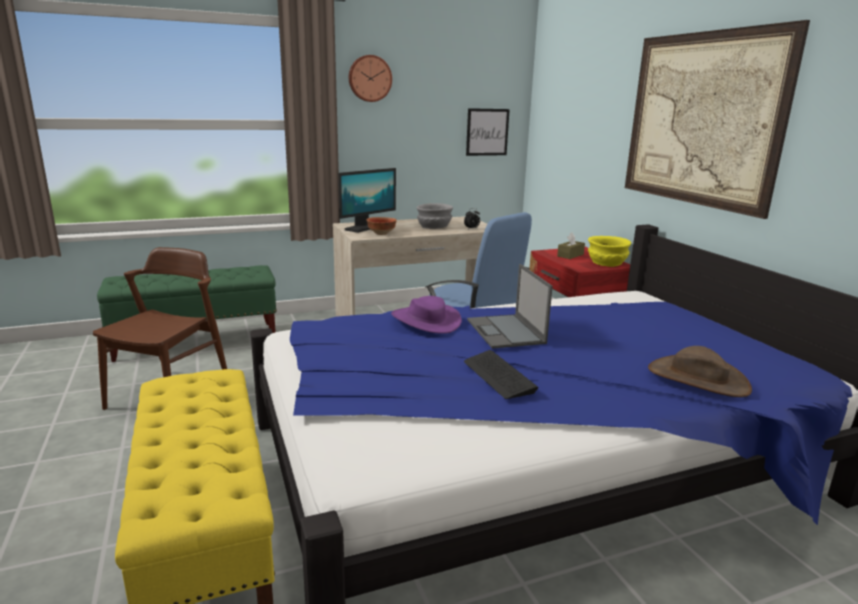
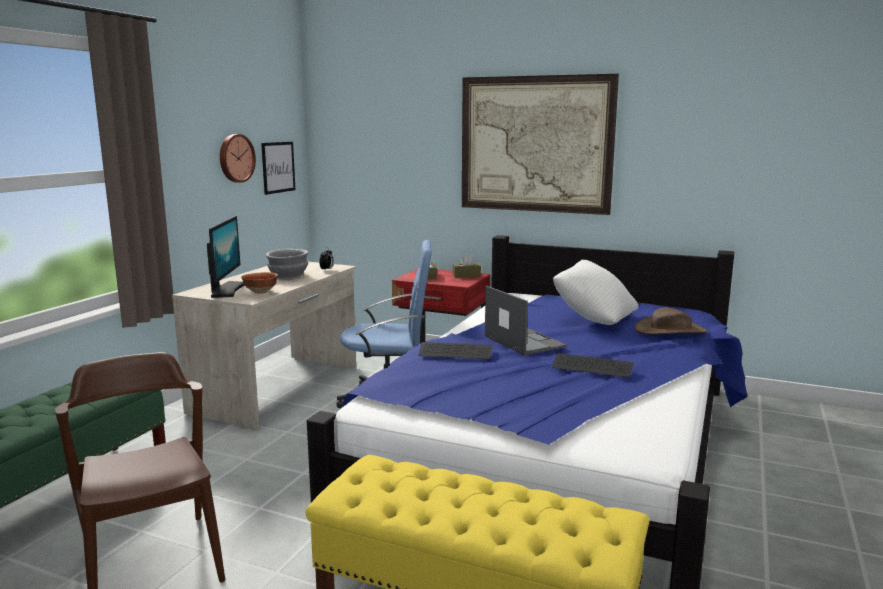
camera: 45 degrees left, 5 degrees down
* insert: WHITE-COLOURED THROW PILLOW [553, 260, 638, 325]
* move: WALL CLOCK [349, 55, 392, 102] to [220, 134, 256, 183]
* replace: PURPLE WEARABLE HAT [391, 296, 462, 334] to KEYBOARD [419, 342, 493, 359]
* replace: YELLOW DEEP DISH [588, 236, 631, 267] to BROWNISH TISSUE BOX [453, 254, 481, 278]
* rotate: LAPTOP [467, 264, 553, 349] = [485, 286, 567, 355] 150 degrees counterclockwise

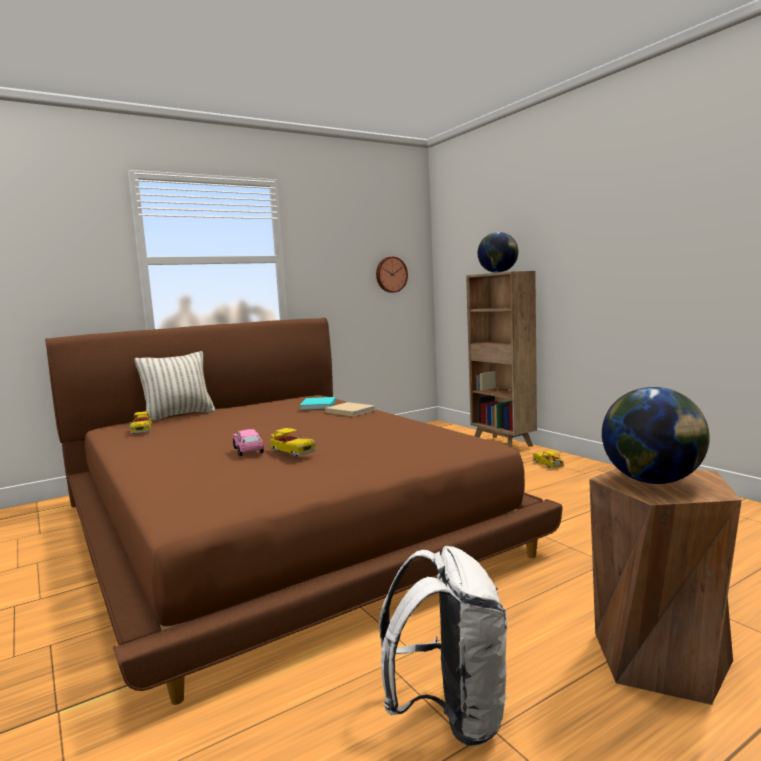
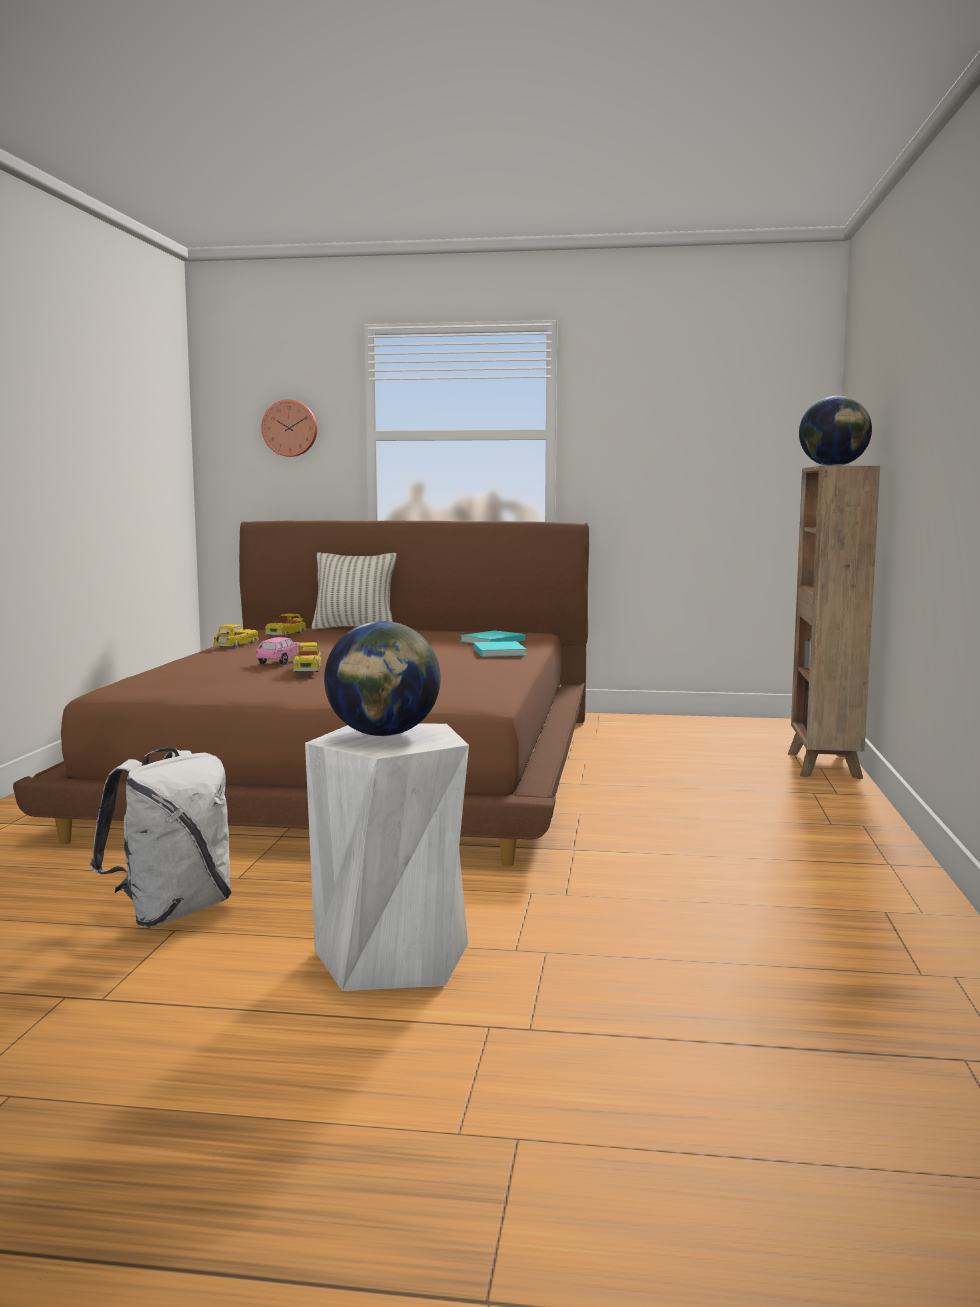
camera: 40 degrees right, 0 degrees up
* move: WALL CLOCK [376, 256, 408, 293] to [261, 400, 317, 457]
* move: MINIATURE CAR [533, 450, 564, 468] to [213, 624, 259, 647]
* recolor: BEIGE VOLUME [325, 402, 375, 417] to BLUE-GREEN VOLUME [474, 641, 527, 657]
* recolor: BROWNISH STOOL SEAT [589, 468, 742, 705] to WHITE-COLOURED STOOL SEAT [305, 723, 469, 991]

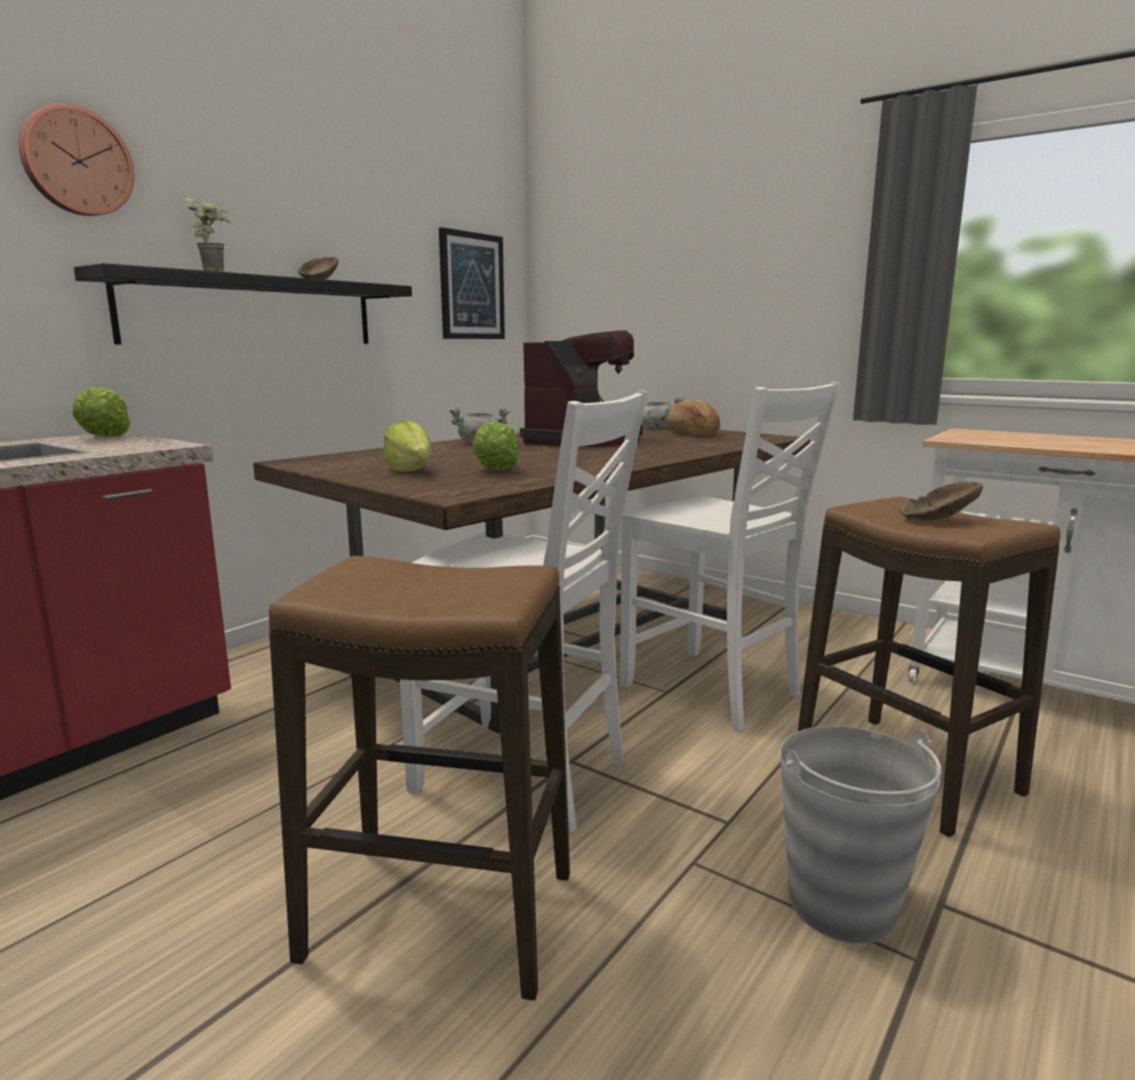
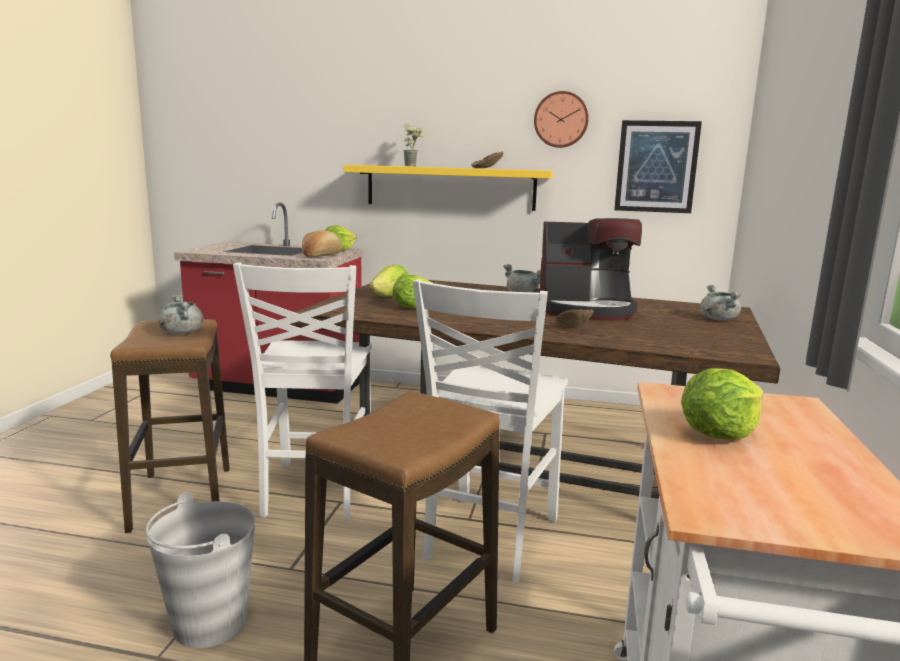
camera: 65 degrees right, 0 degrees up
* insert: GRAY COOKING POT [158, 294, 204, 334]
* insert: LETTUCE [681, 368, 763, 440]
* move: WALL CLOCK [19, 104, 134, 216] to [534, 91, 589, 148]
* move: BAKERY BREAD [667, 400, 720, 436] to [302, 230, 342, 258]
* move: BROWNISH DEEP DISH [900, 482, 983, 520] to [555, 309, 594, 327]
* recolor: BLACK-COLOURED BRACKET SHELF [74, 263, 412, 344] to YELLOW BRACKET SHELF [344, 165, 553, 211]

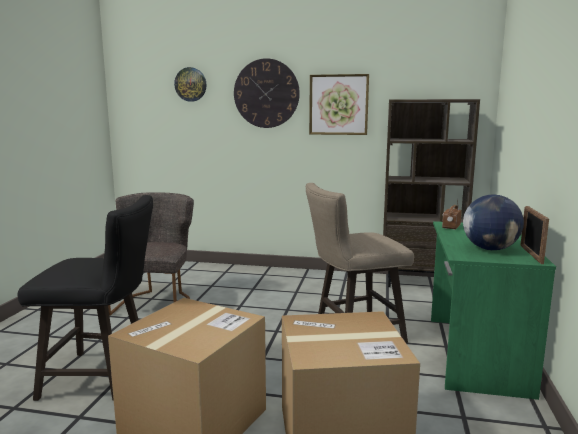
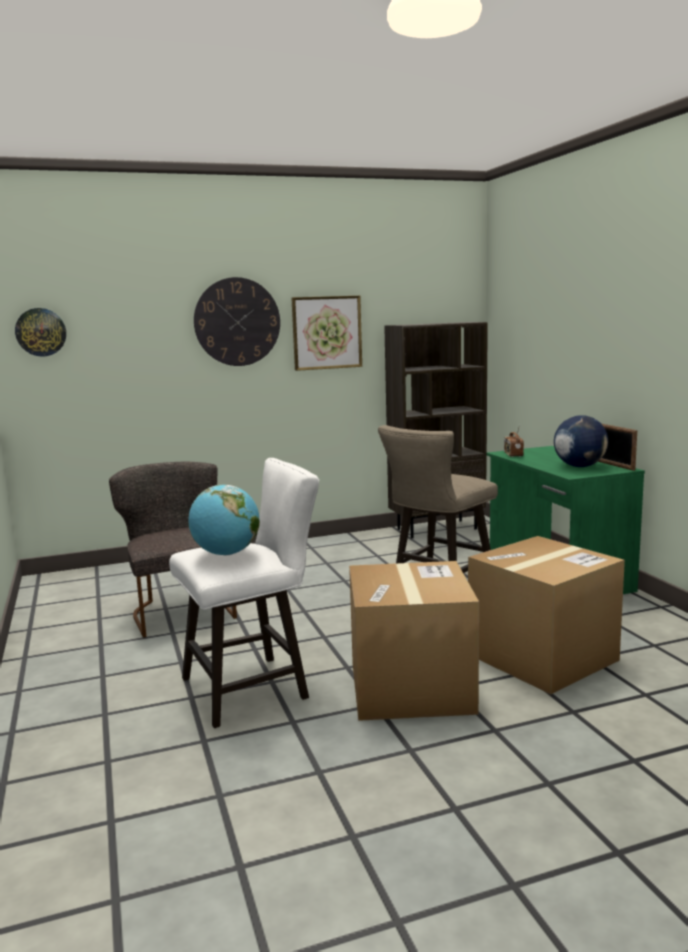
camera: 30 degrees left, 0 degrees up
* insert: GLOBE [188, 485, 260, 556]
* move: WALL CLOCK [174, 67, 207, 102] to [15, 308, 66, 357]
* recolor: BLACK-COLOURED STOOL SEAT [18, 195, 153, 401] to WHITE-COLOURED STOOL SEAT [169, 458, 319, 728]

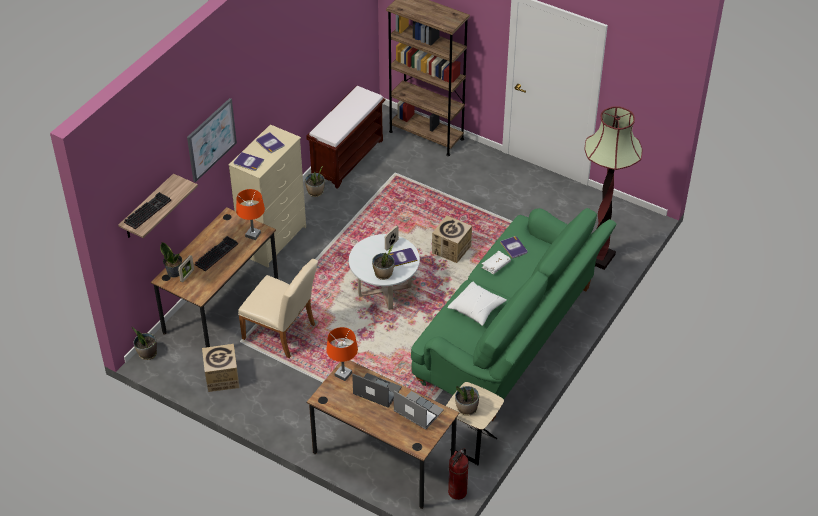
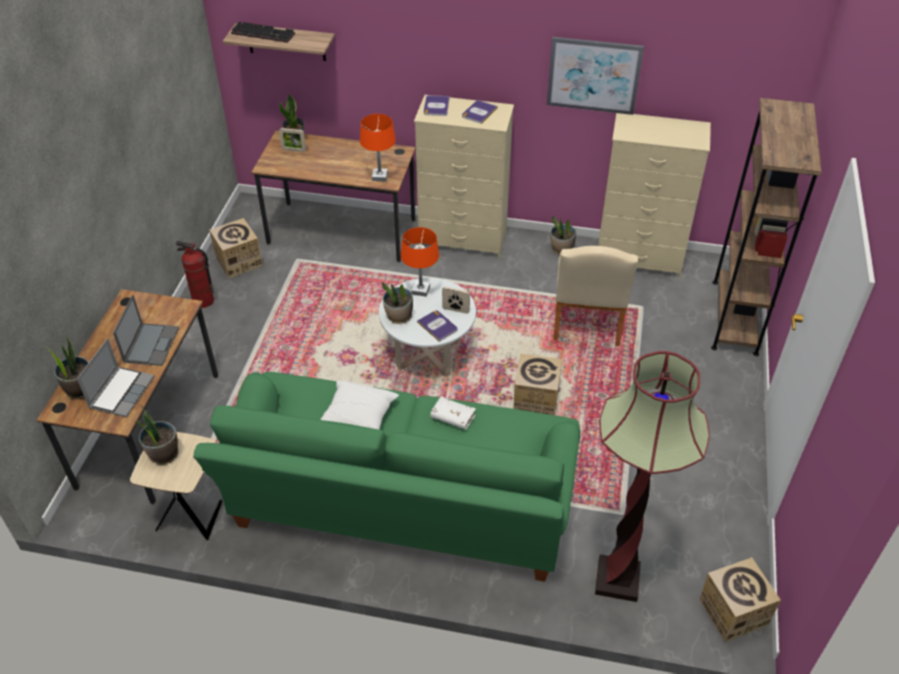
camera: 70 degrees right, 0 degrees up
* delete: KEYBOARD [195, 236, 238, 271]
* delete: VOLUME [500, 236, 528, 259]
* insert: PACKING BOX [700, 557, 781, 642]
* move: HOUSEPLANT [132, 327, 157, 360] to [46, 336, 89, 399]
* move: WALL PICTURE [187, 98, 237, 182] to [547, 37, 644, 115]
* move: BEIGE UPRIGHT CHAIR [238, 259, 318, 358] to [553, 246, 638, 346]
* move: ORANGE TABLE LAMP [326, 327, 358, 381] to [401, 227, 439, 297]
* move: EXTINGUISHER [448, 448, 469, 500] to [176, 241, 214, 308]
* replace: BROWNISH BENCH [306, 86, 385, 189] to BEIGE DRESSER [598, 113, 711, 278]

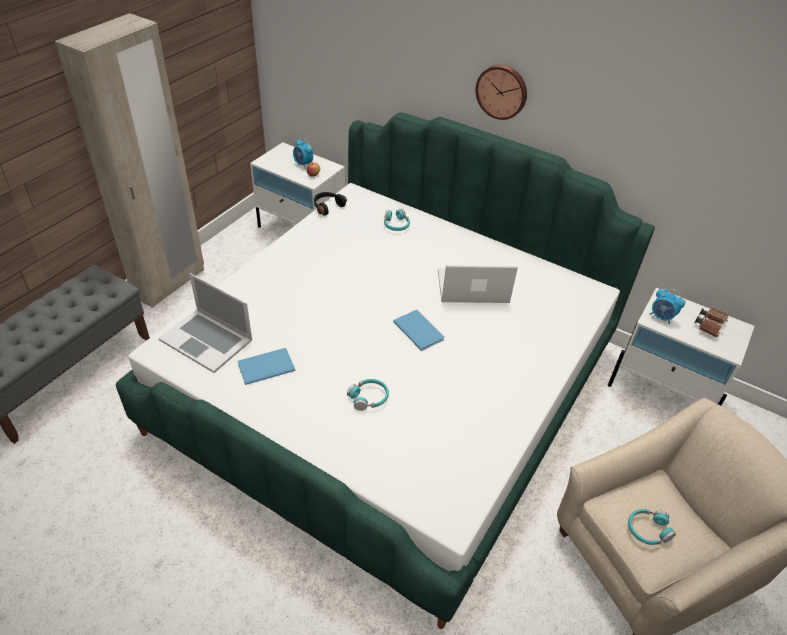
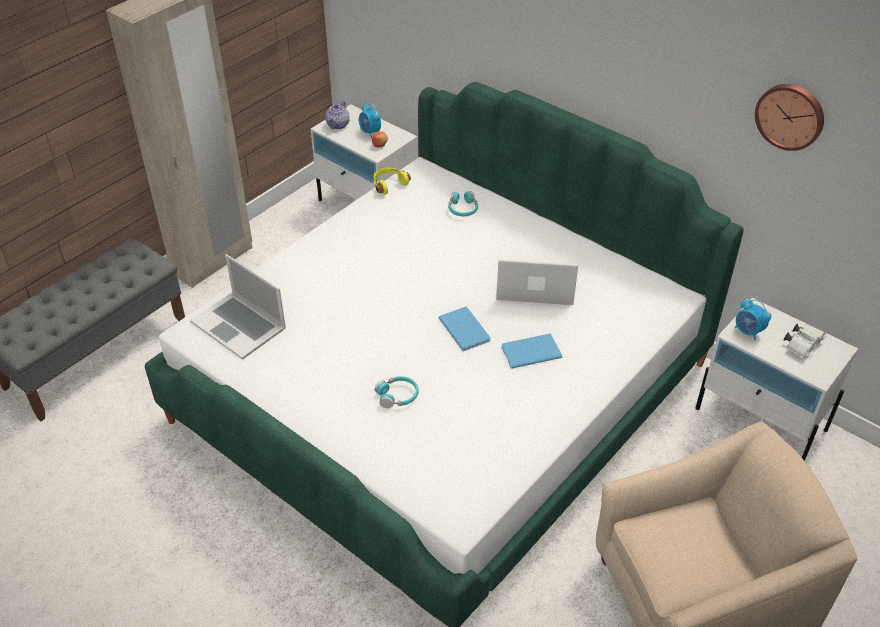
camera: 10 degrees right, 0 degrees up
* delete: BLUE-GREEN PAIR OF HEADPHONES [628, 509, 676, 545]
* insert: TEA POT [326, 101, 350, 129]
* move: BLUE-COLOURED VOLUME [237, 348, 295, 385] to [501, 333, 562, 369]
* move: WALL CLOCK [475, 65, 527, 120] to [755, 84, 824, 151]
* recolor: BLACK-COLOURED PAIR OF HEADPHONES [314, 192, 347, 216] to YELLOW PAIR OF HEADPHONES [373, 168, 411, 195]
* recolor: BROWNISH BINOCULARS [694, 307, 729, 337] to WHITE-COLOURED BINOCULARS [784, 324, 826, 358]

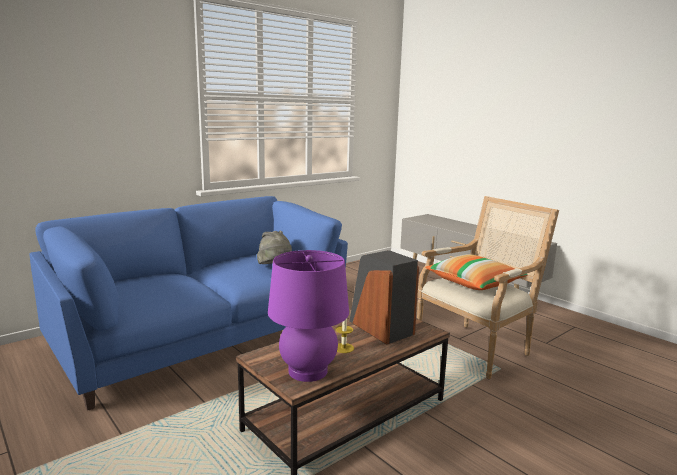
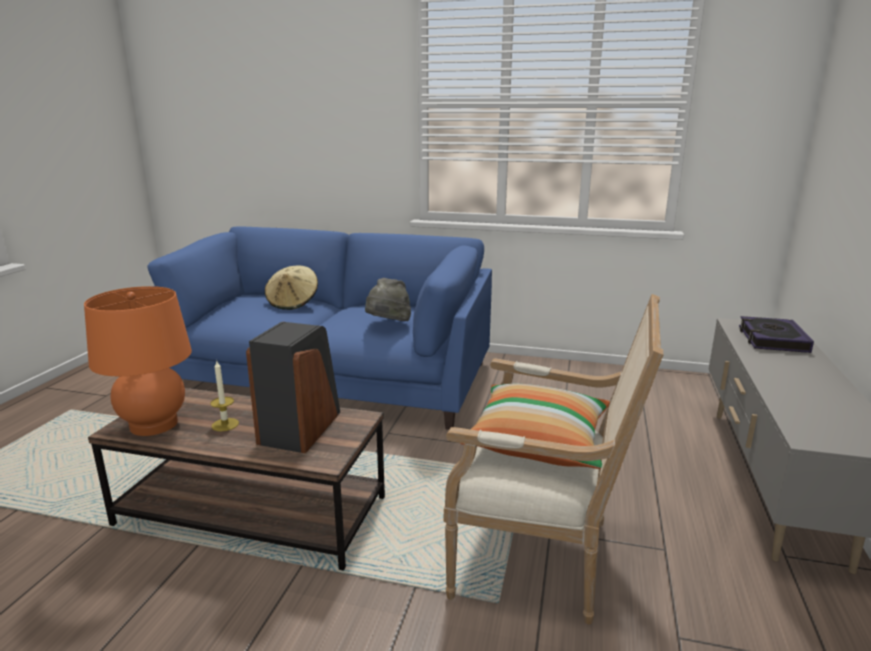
camera: 55 degrees right, 5 degrees up
* insert: BEIGE WEARABLE HAT [265, 265, 318, 310]
* insert: VOLUME [739, 316, 814, 353]
* recolor: PURPLE TABLE LAMP [268, 250, 349, 382] to ORANGE TABLE LAMP [84, 286, 192, 436]

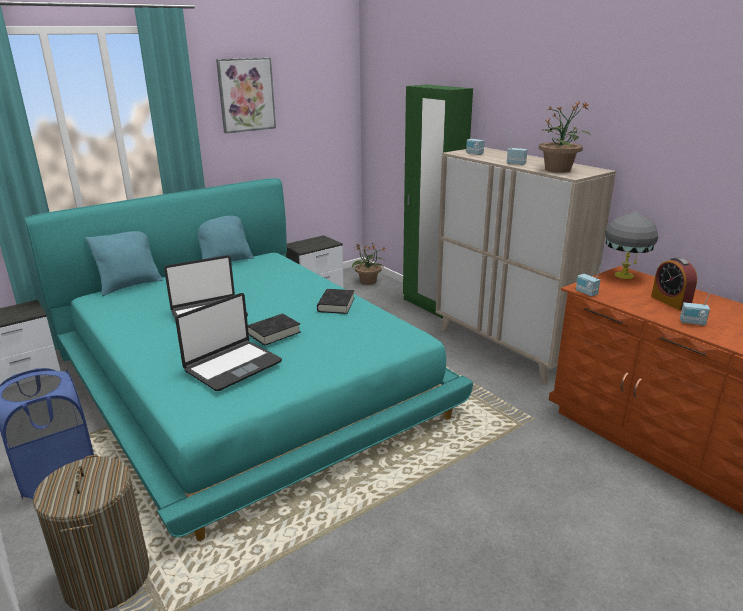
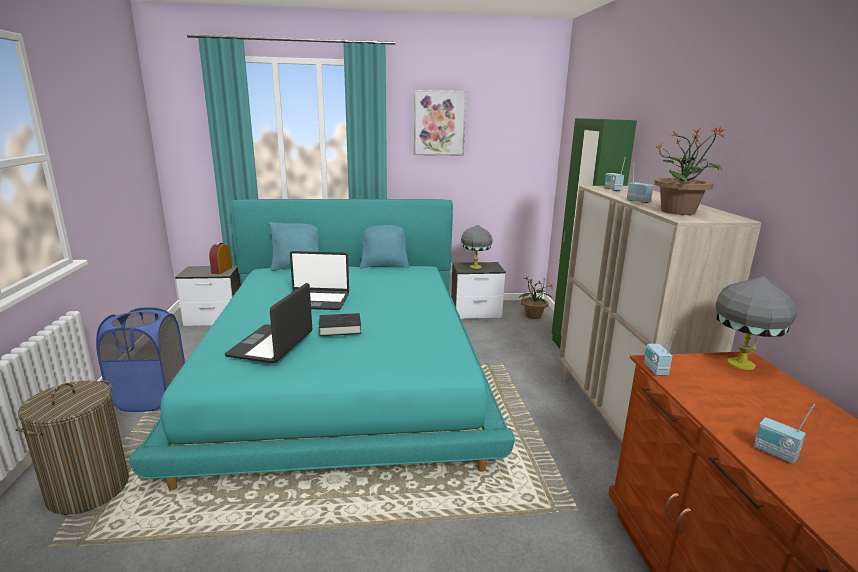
camera: 30 degrees right, 5 degrees down
* delete: BLACK-COLOURED VOLUME [317, 289, 355, 314]
* insert: GRAY TABLE LAMP [461, 225, 493, 269]
* move: TABLE CLOCK [651, 257, 697, 310] to [209, 243, 232, 274]
* rotate: LAPTOP [175, 293, 282, 391] = [225, 283, 312, 363] 120 degrees clockwise

